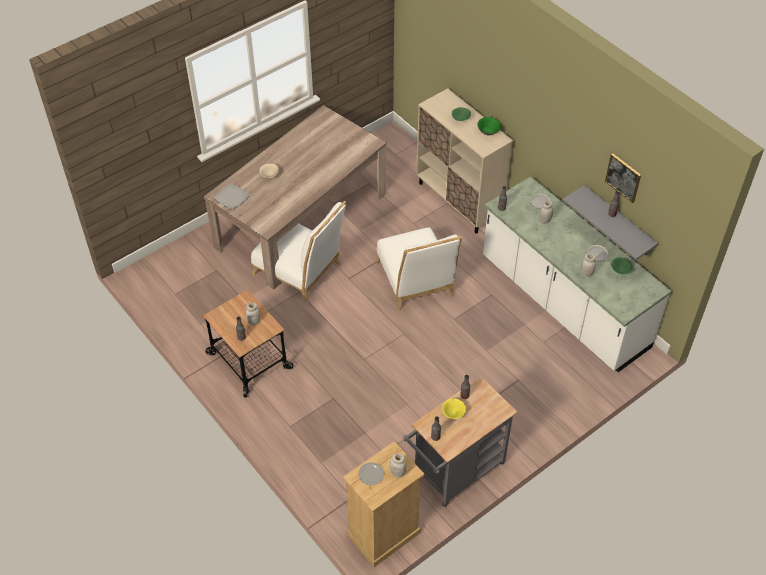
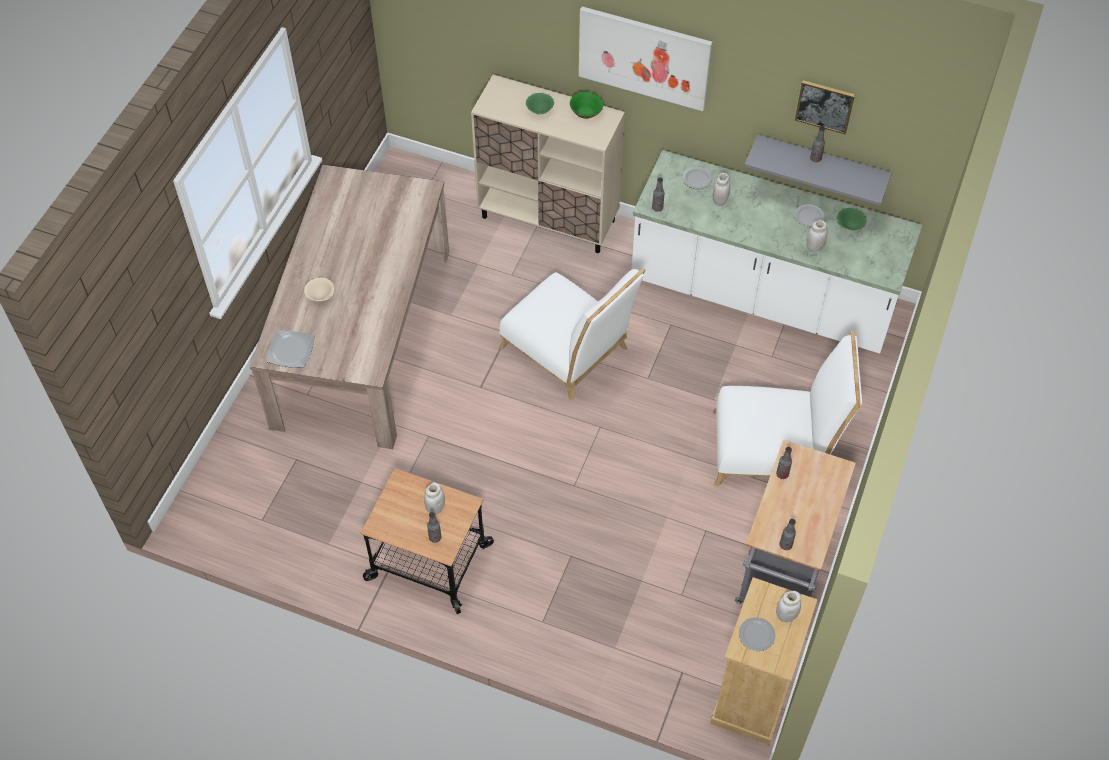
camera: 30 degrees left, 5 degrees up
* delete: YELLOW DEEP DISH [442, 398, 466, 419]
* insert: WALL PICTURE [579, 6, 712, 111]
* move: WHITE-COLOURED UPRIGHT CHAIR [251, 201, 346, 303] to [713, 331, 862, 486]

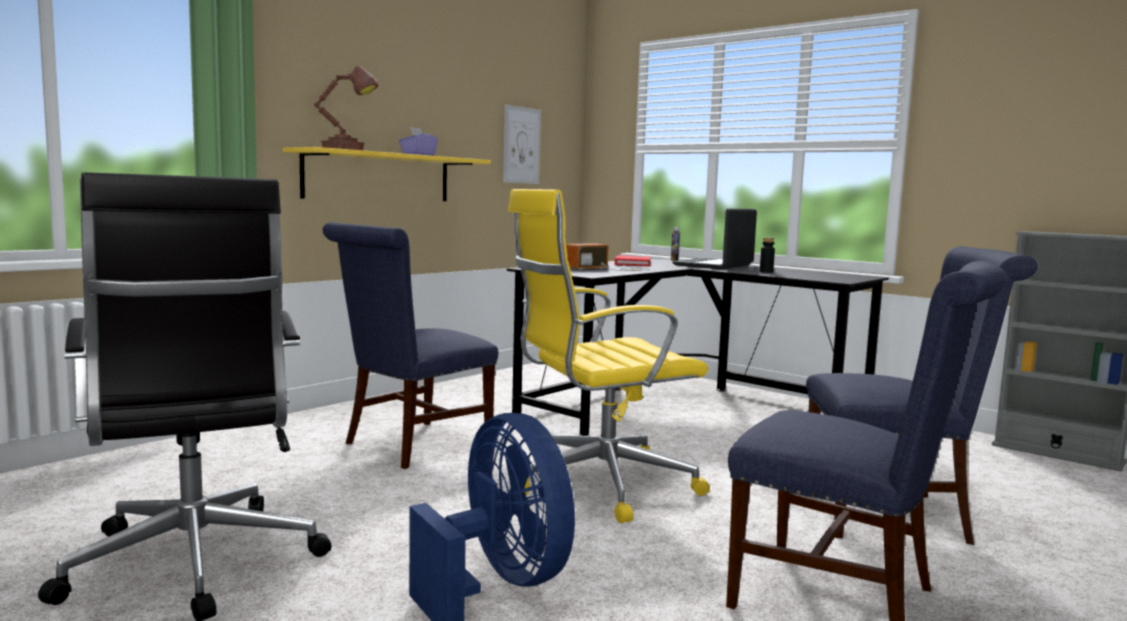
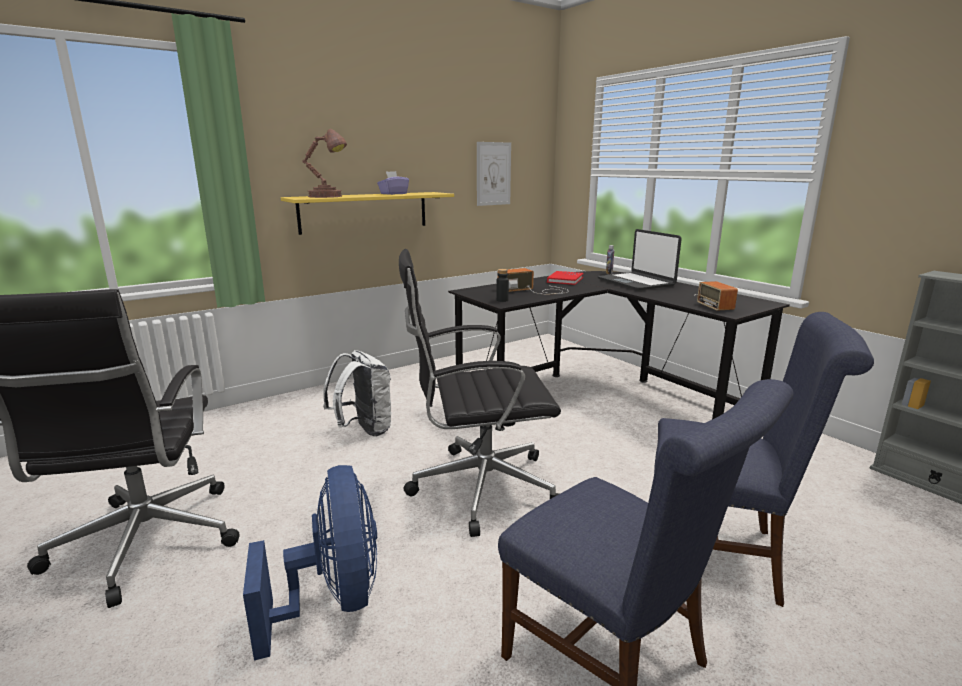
camera: 15 degrees right, 10 degrees up
* insert: RADIO RECEIVER [694, 281, 738, 311]
* move: BLACK-COLOURED BEVERAGE BOTTLE [760, 238, 775, 273] to [496, 269, 509, 302]
* replace: BLUE-COLOURED UPRIGHT CHAIR [322, 222, 498, 469] to WHITE-COLOURED RUCKSACK [323, 350, 392, 437]
* recolor: YELLOW OFFICE CHAIR [508, 189, 710, 523] to BLACK-COLOURED OFFICE CHAIR [399, 249, 561, 537]
* rotate: LAPTOP [673, 208, 757, 269] = [598, 229, 682, 291] 75 degrees counterclockwise

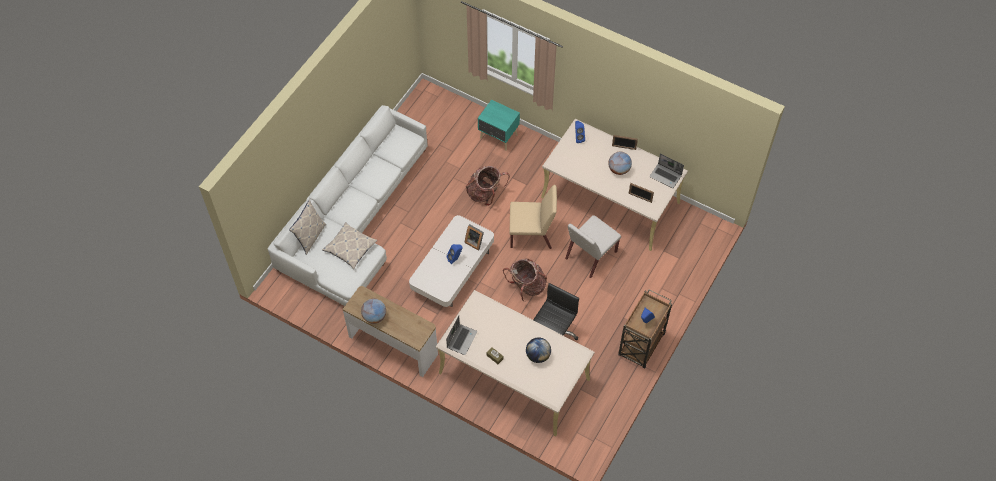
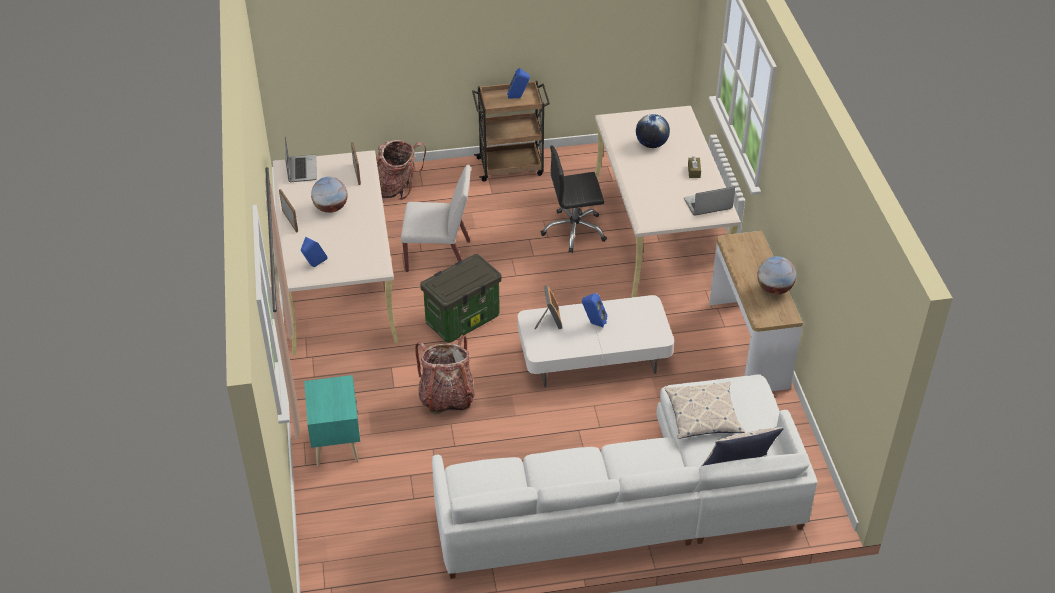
camera: 130 degrees left, 15 degrees down
* move: RUCKSACK [503, 258, 547, 302] to [376, 140, 426, 200]
* replace: BEIGE UPRIGHT CHAIR [509, 185, 557, 249] to STORAGE CONTAINER [420, 254, 502, 343]

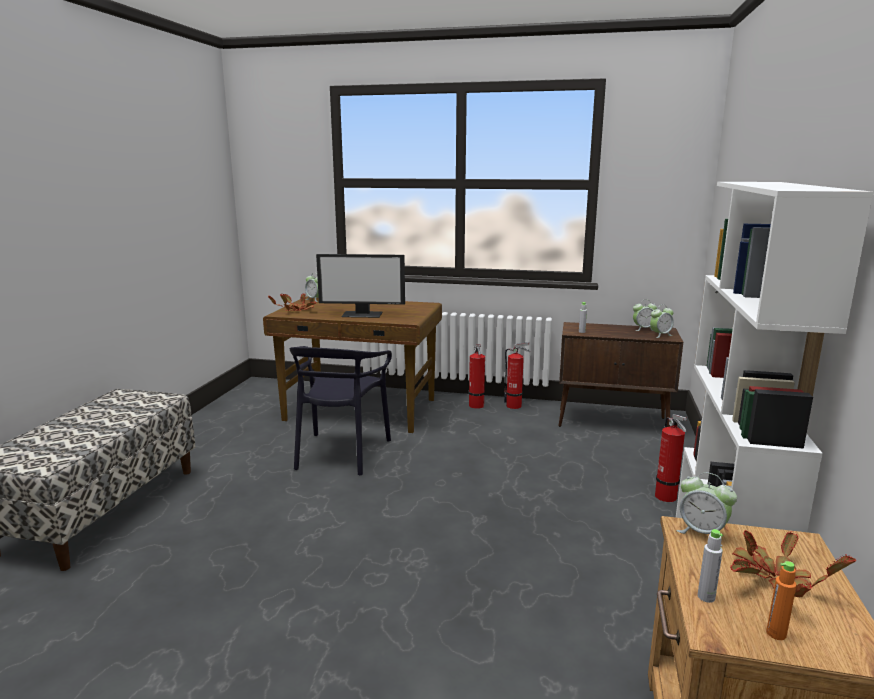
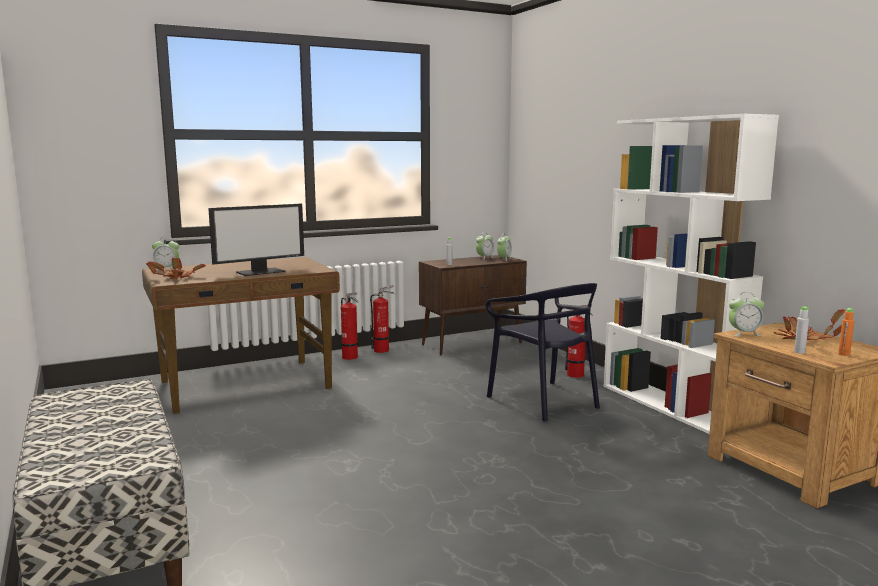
camera: 40 degrees left, 5 degrees down
* move: BLACK-COLOURED UPRIGHT CHAIR [289, 346, 392, 476] to [486, 283, 600, 422]

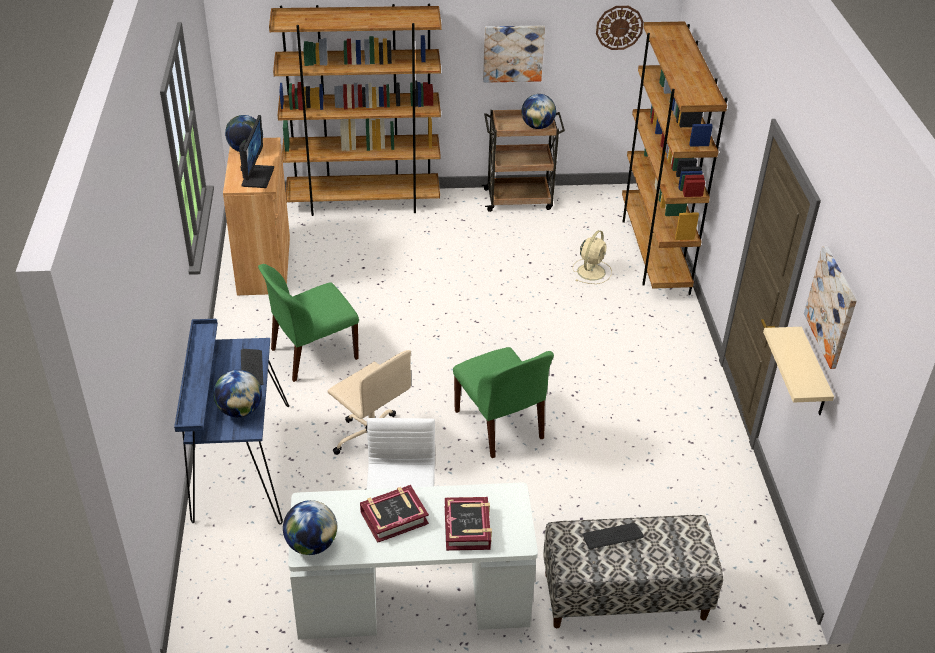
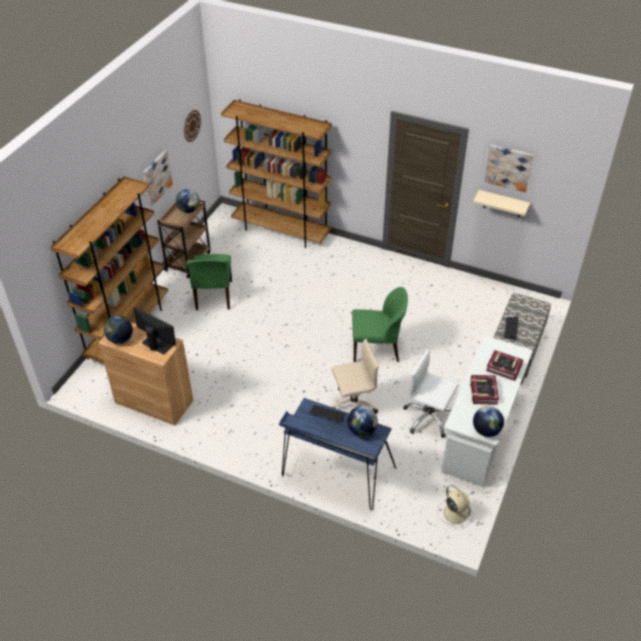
camera: 60 degrees left, 5 degrees up
* move: GREEN-COLOURED UPRIGHT CHAIR [258, 264, 359, 382] to [186, 254, 232, 310]
* move: BEIGE ELECTRIC FAN [573, 230, 612, 284] to [437, 485, 473, 530]

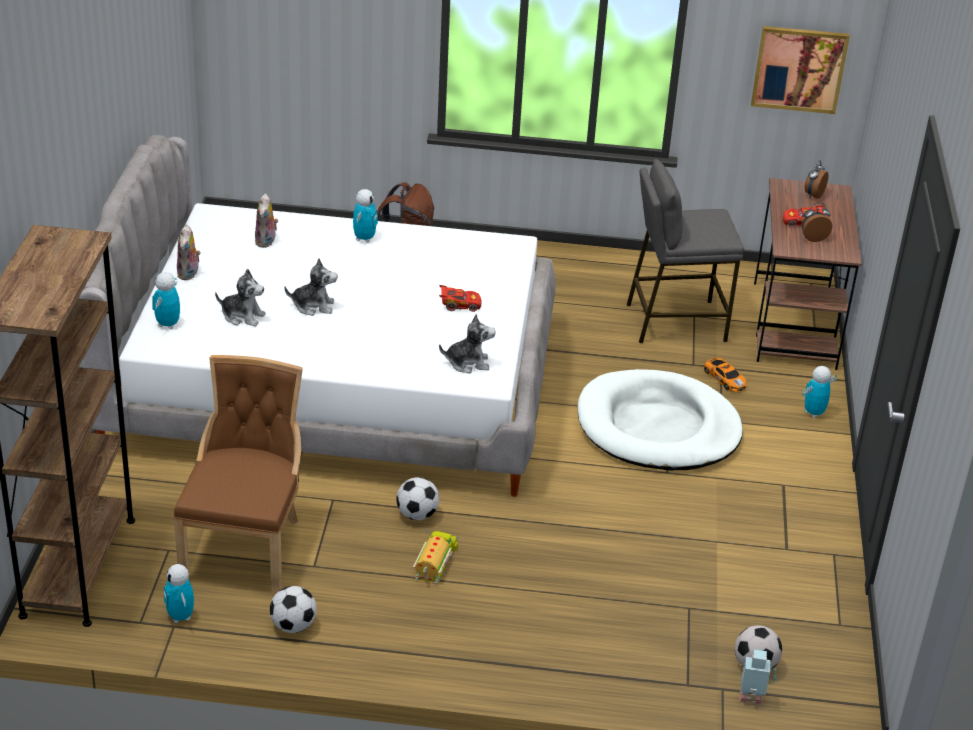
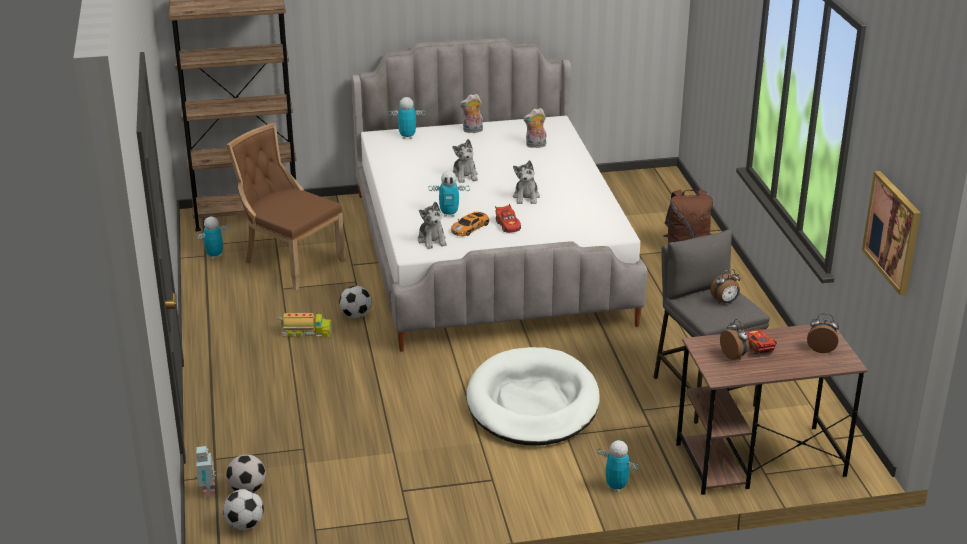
camera: 75 degrees right, 5 degrees down
* insert: TABLE CLOCK [710, 269, 740, 304]
* move: CUDDLY TOY [215, 269, 266, 327] to [513, 160, 540, 204]
* move: FOOTBALL [270, 586, 317, 633] to [223, 489, 264, 530]
* move: TOY ROBOT [353, 189, 378, 243] to [428, 171, 470, 217]
* move: MINIATURE CAR [704, 358, 747, 392] to [451, 212, 490, 236]
* rotate: BROWNISH UPRIGHT CHAIR [174, 355, 303, 595] = [227, 123, 346, 290] 135 degrees counterclockwise

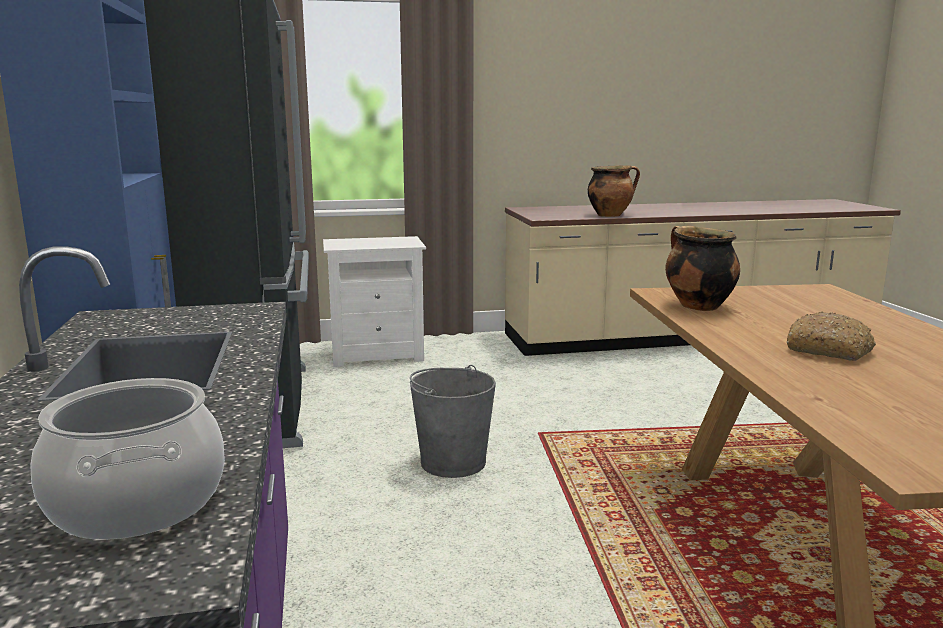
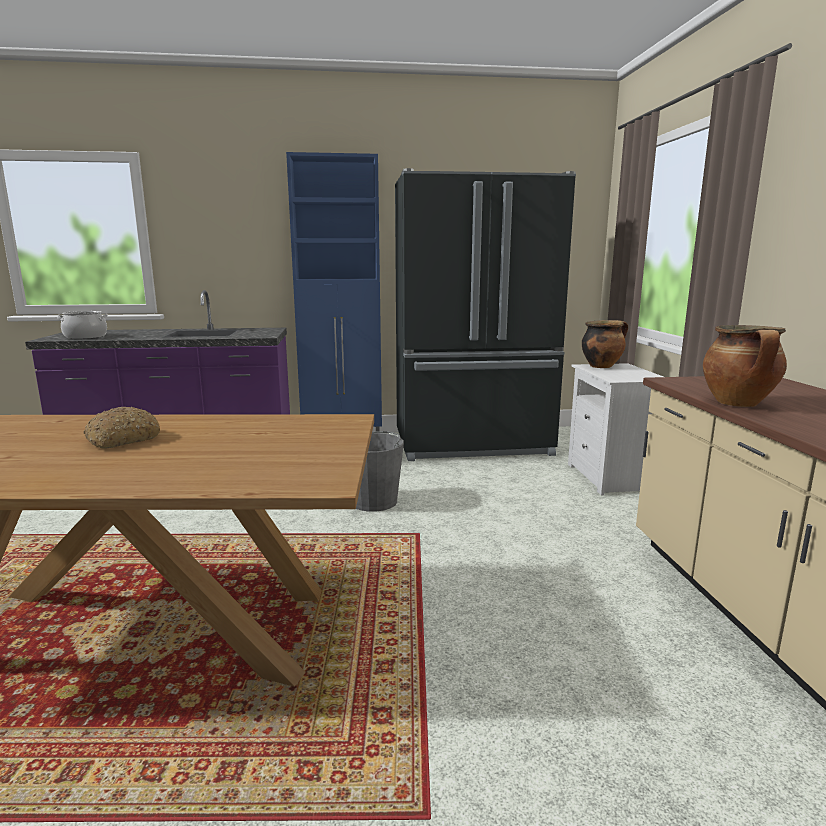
camera: 95 degrees right, 0 degrees up
* move: COOKING POT [665, 225, 740, 311] to [582, 320, 628, 368]

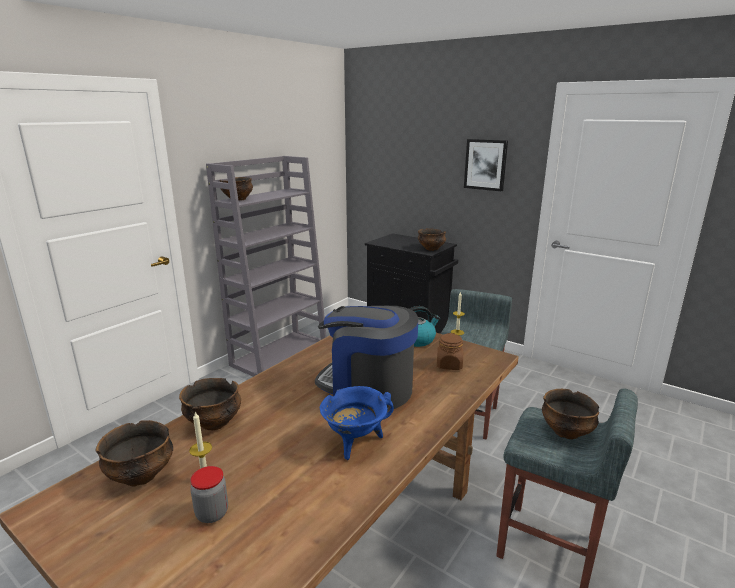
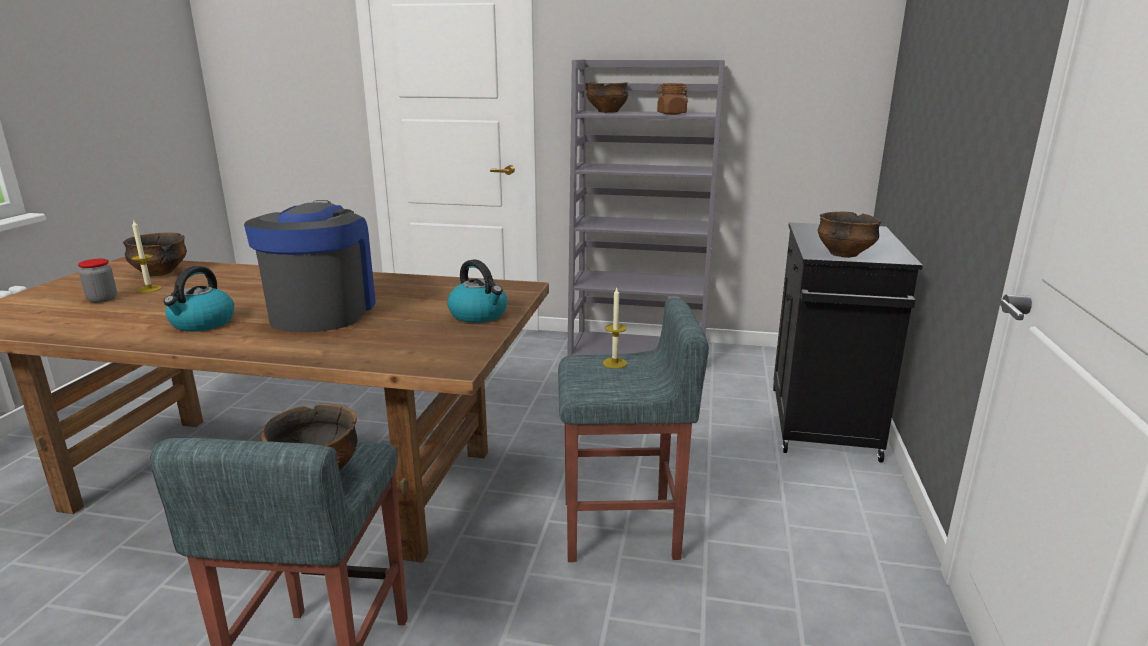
camera: 65 degrees right, 0 degrees up
* delete: DEEP DISH [179, 378, 241, 430]
* delete: WALL PICTURE [464, 139, 508, 192]
* move: BROWNISH JAR [437, 333, 463, 370] to [656, 83, 688, 115]
* replace: BLUE-COLOURED COOKING POT [320, 386, 394, 460] to KETTLE [163, 266, 234, 332]

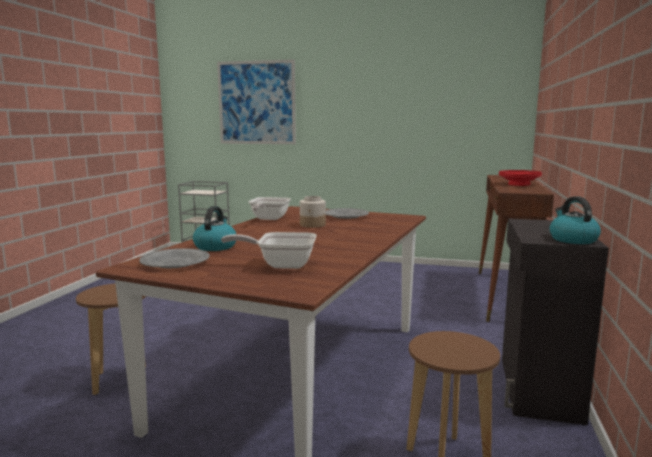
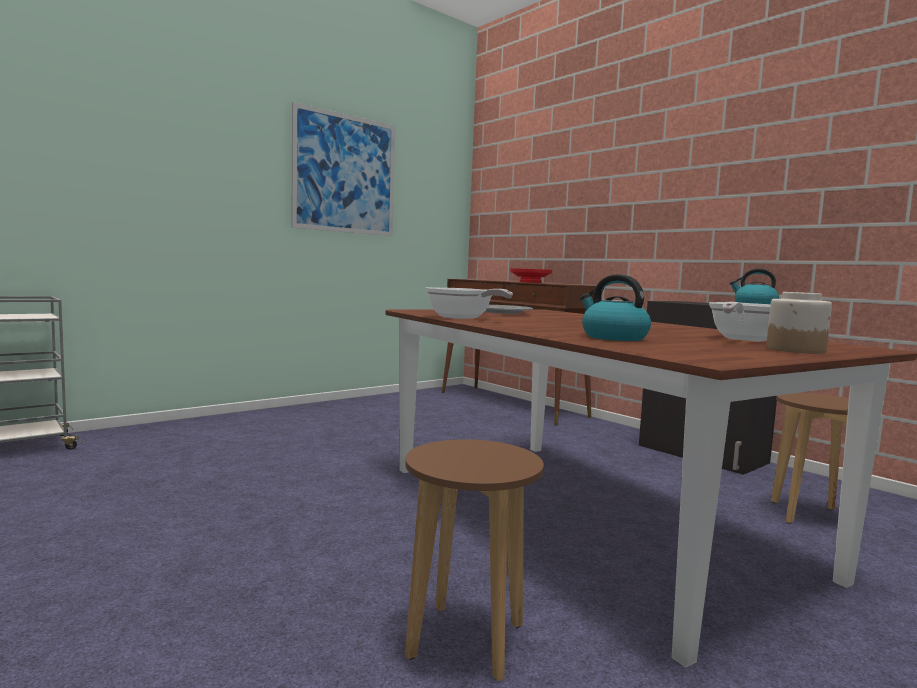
camera: 55 degrees left, 5 degrees down
* delete: GRAY FLAT DISH [139, 248, 210, 268]
* move: WALL PICTURE [217, 59, 296, 144] to [291, 102, 395, 236]
* move: JAR [300, 196, 326, 228] to [766, 292, 832, 354]

